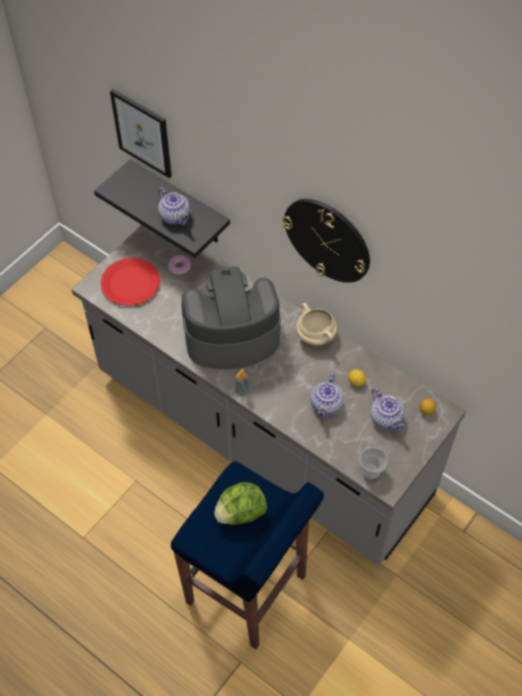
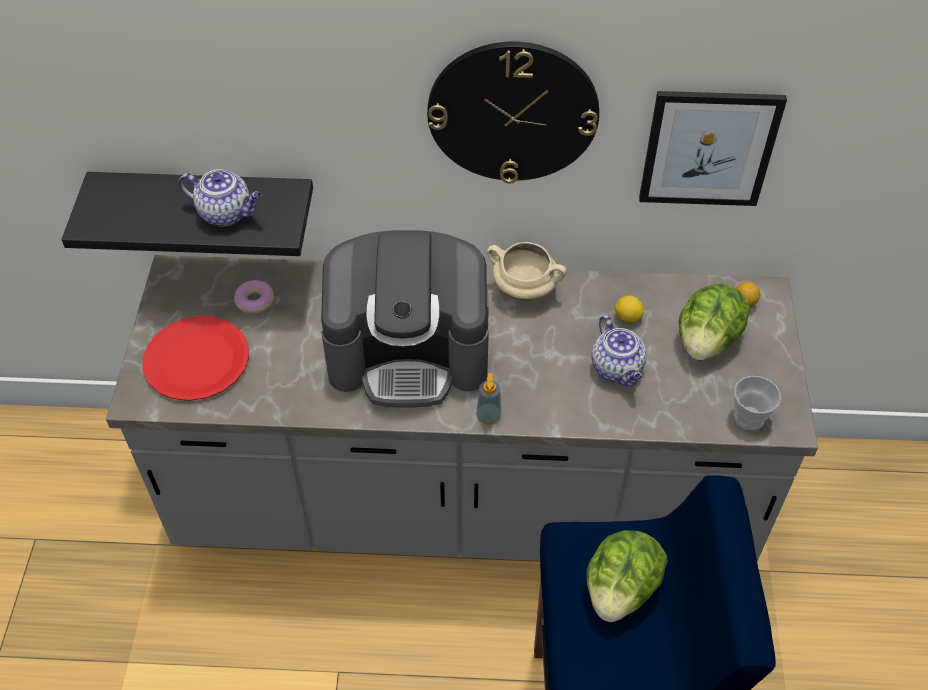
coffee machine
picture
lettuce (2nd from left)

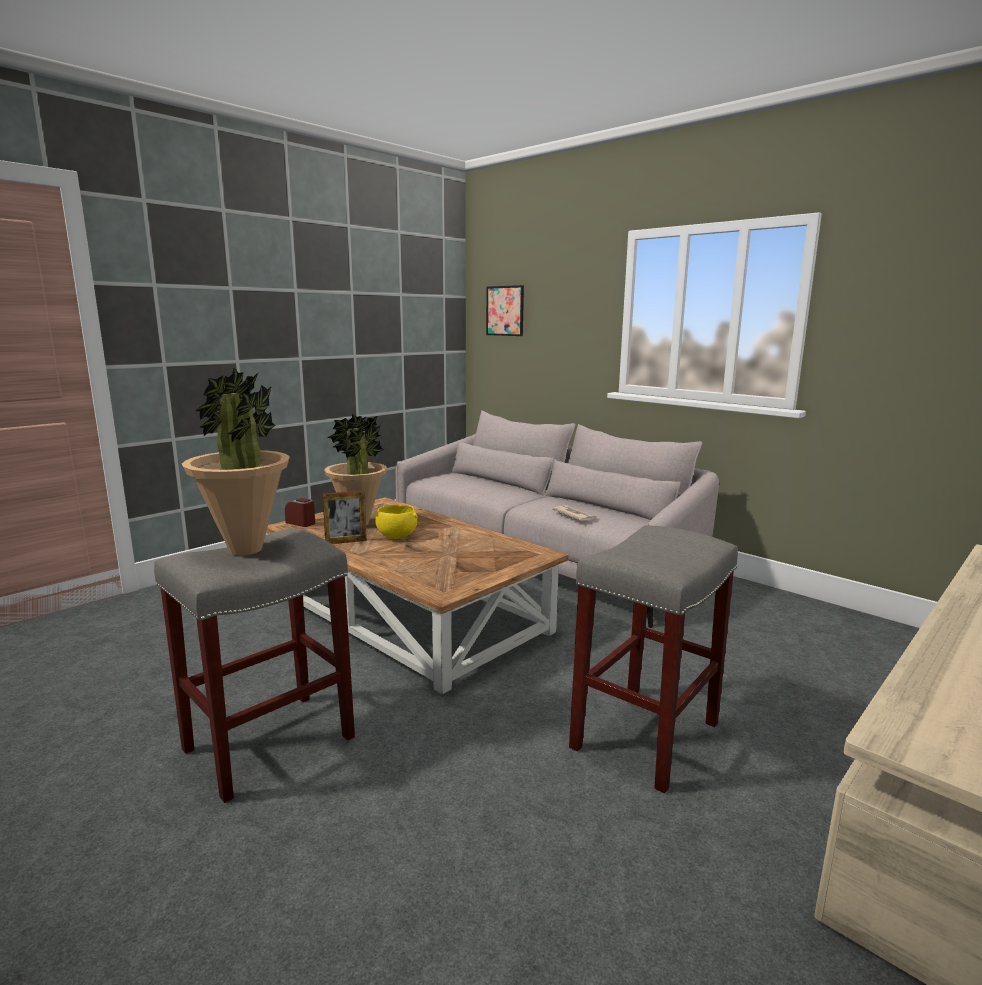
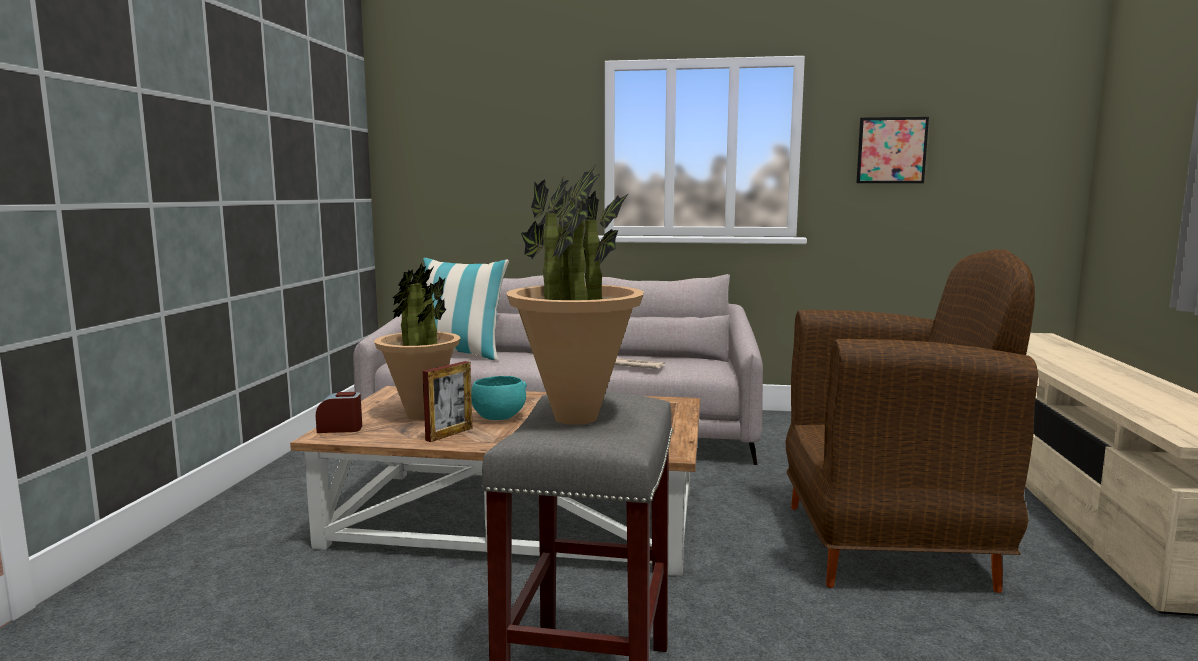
pillow
turquoise bowl
brown armchair
picture

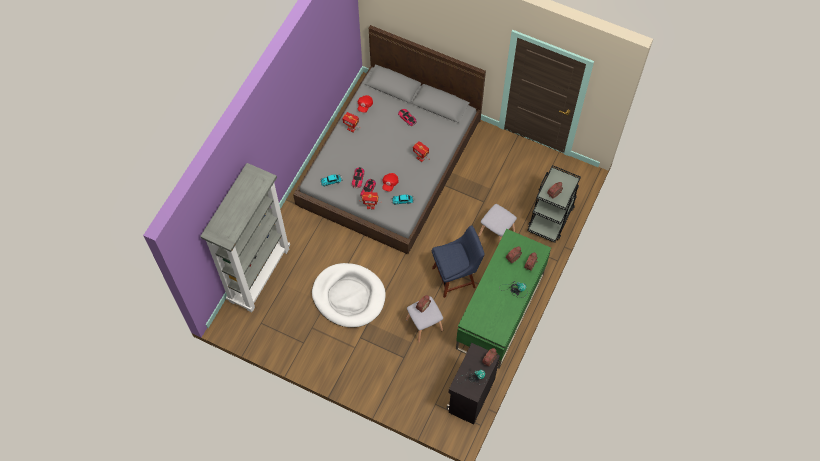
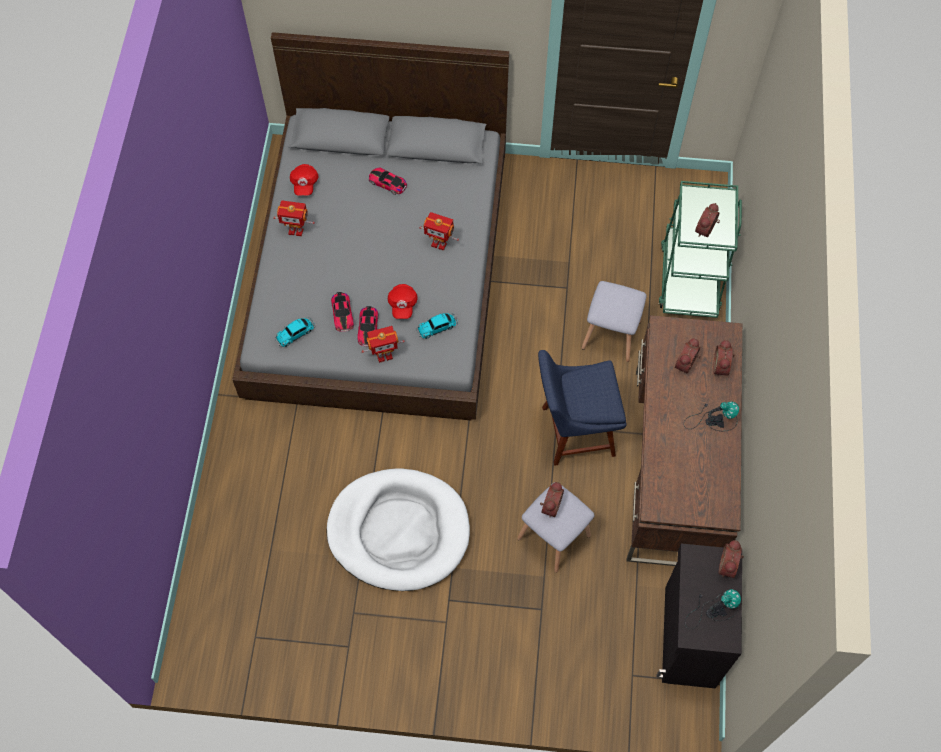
blue chair
brown desk
green cart
grey bookcase

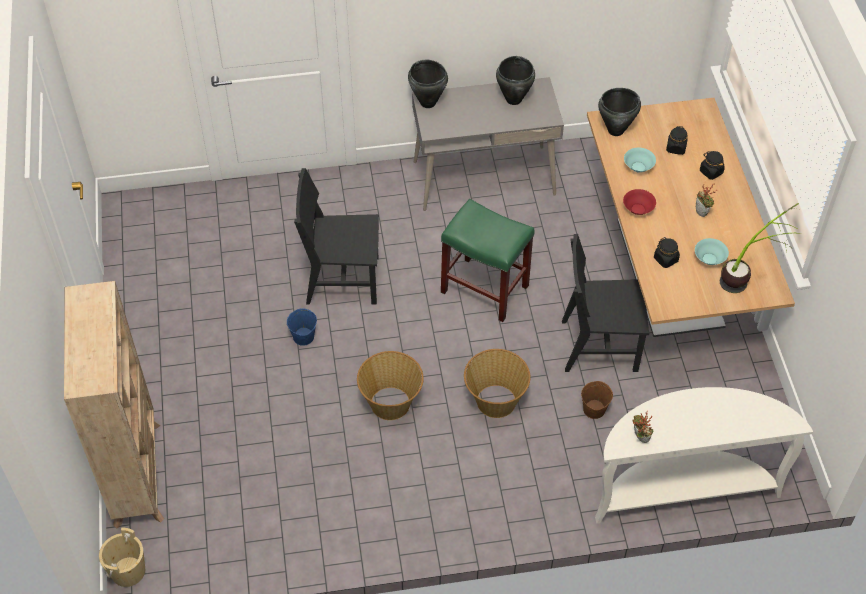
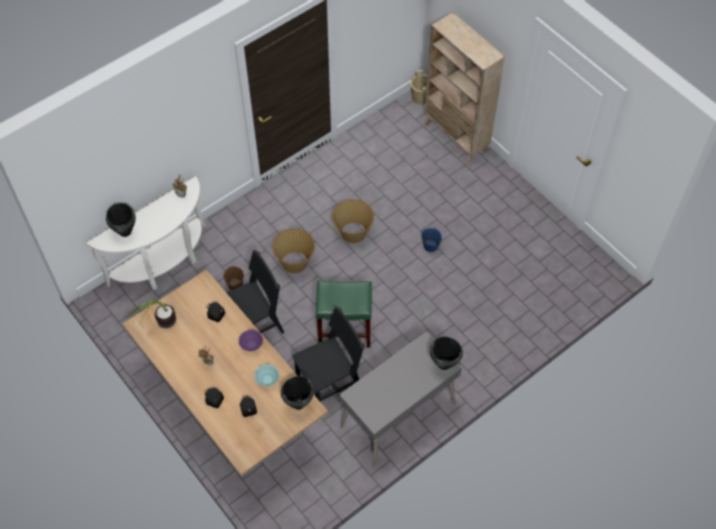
black cooking pot (1st from left)
purple bowl
black chair (2nd from left)
turquoise bowl (2nd from left in the first image)

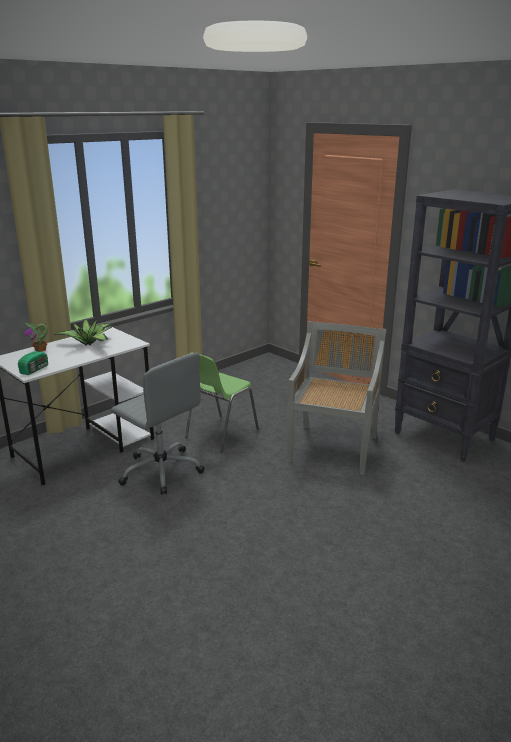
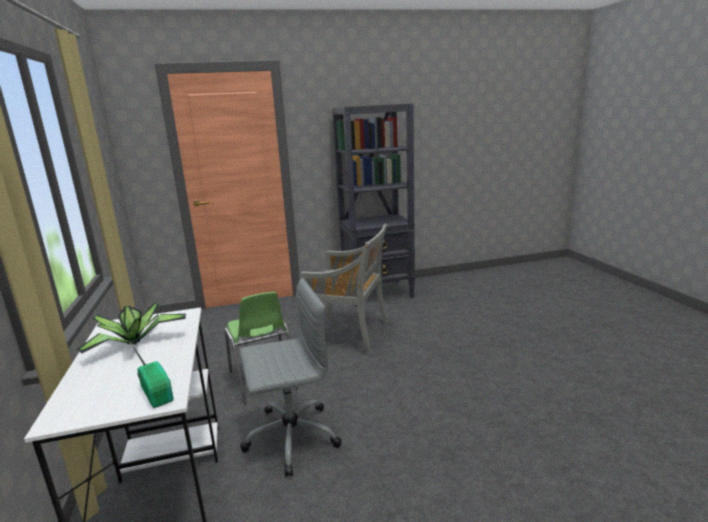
grey chair
potted plant (1st from left in the first image)

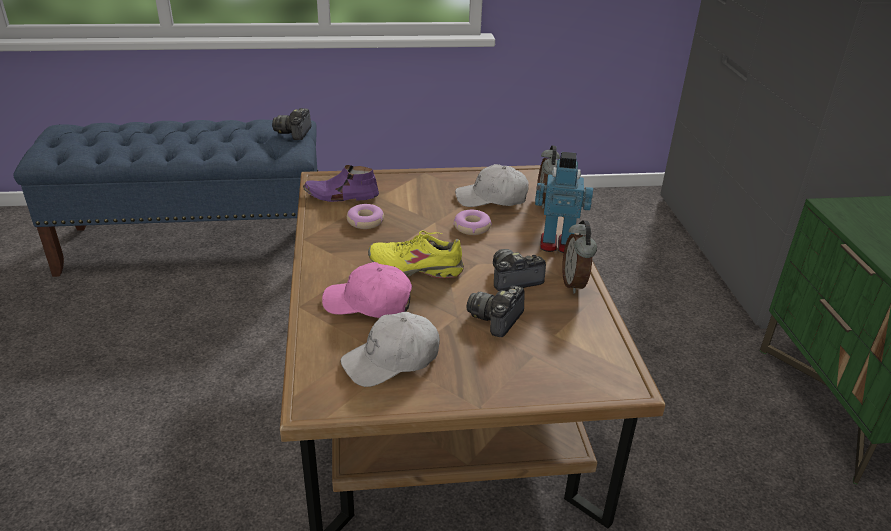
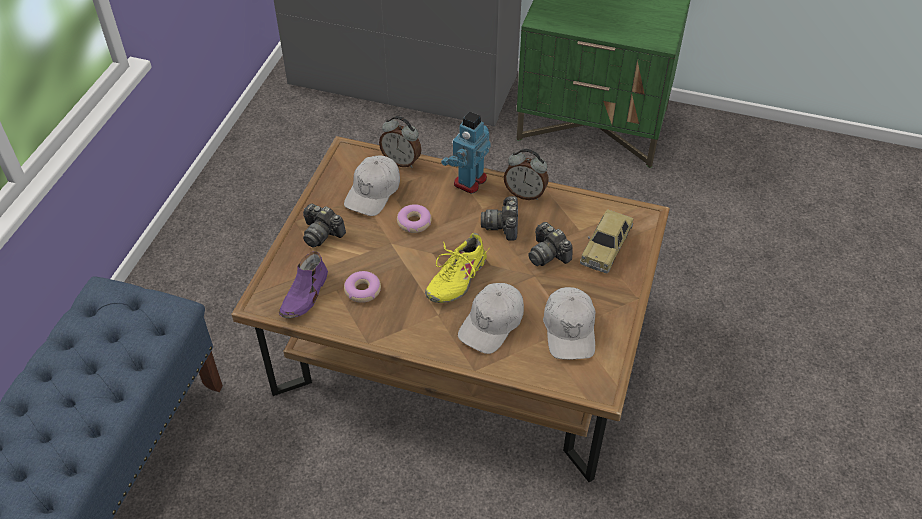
photo camera (1st from left)
white cap (2nd from left)
toy car

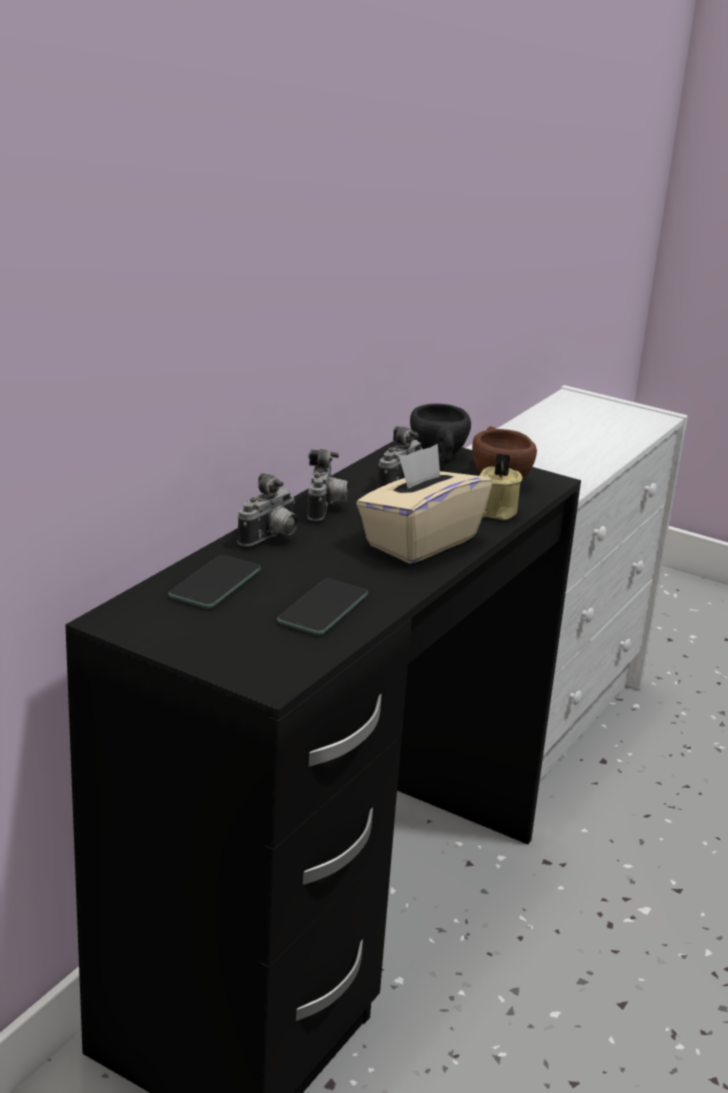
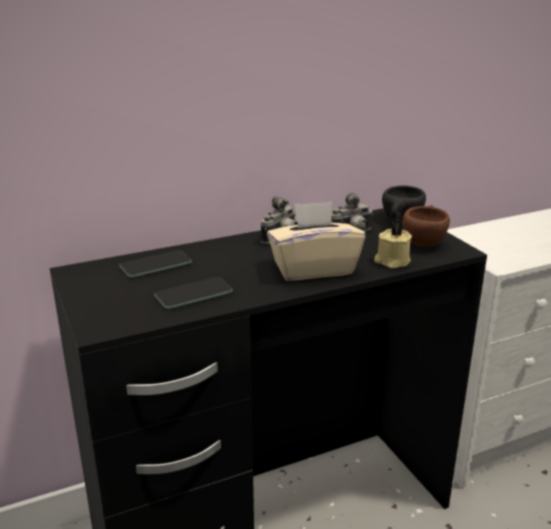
photo camera (1st from left in the first image)

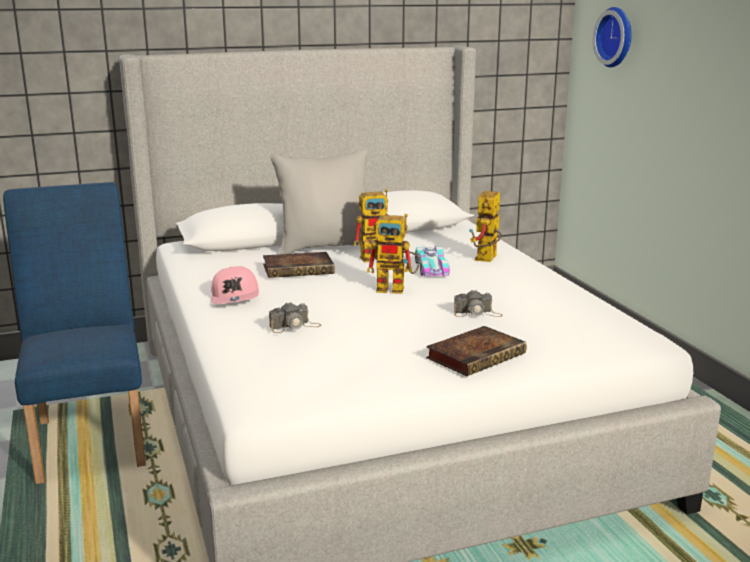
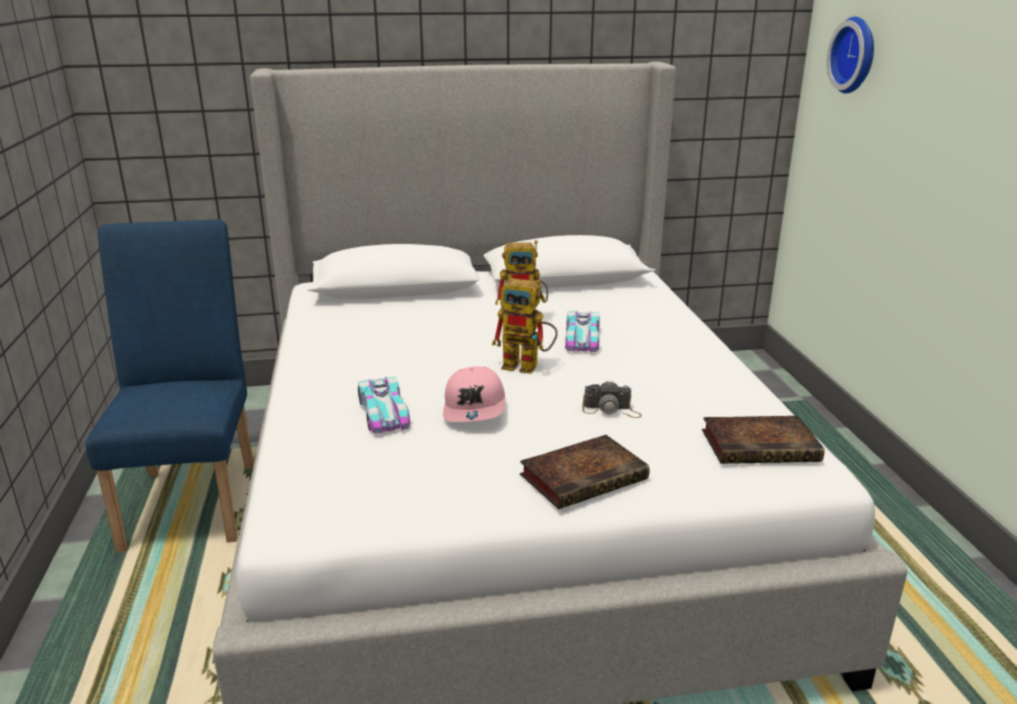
toy car (1st from left)
pink cap
book (2nd from left)
grey pillow
toy robot (3rd from left in the first image)

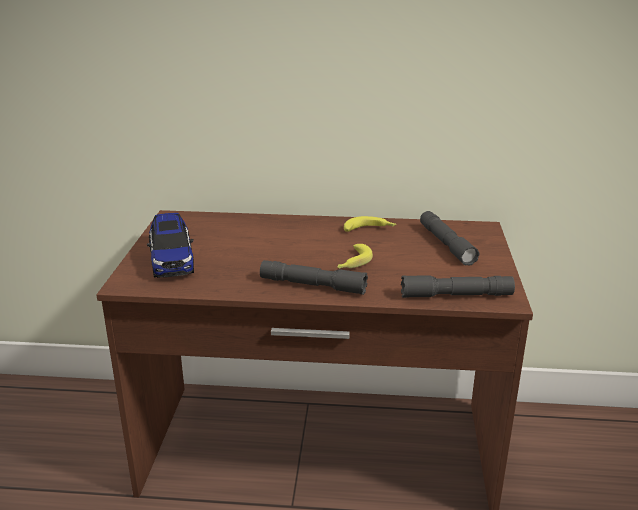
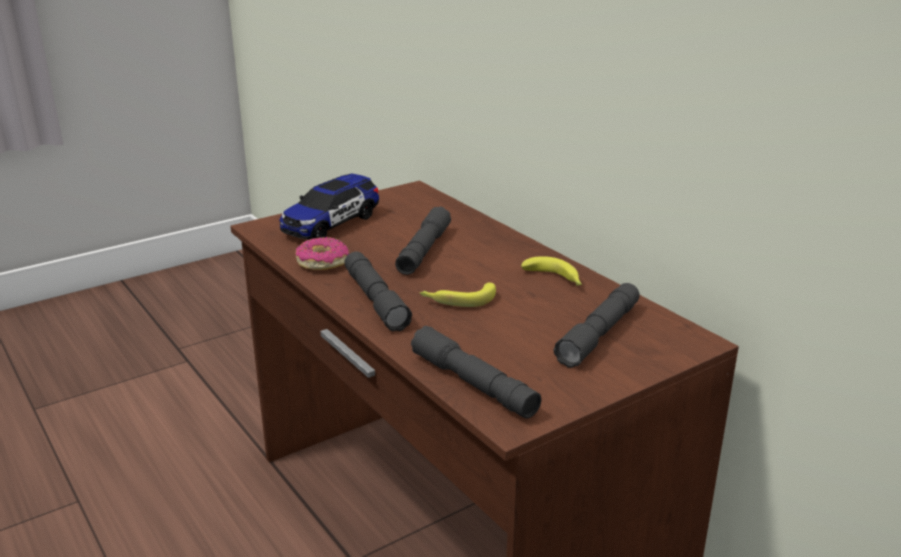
donut
grey flashlight (2nd from left)

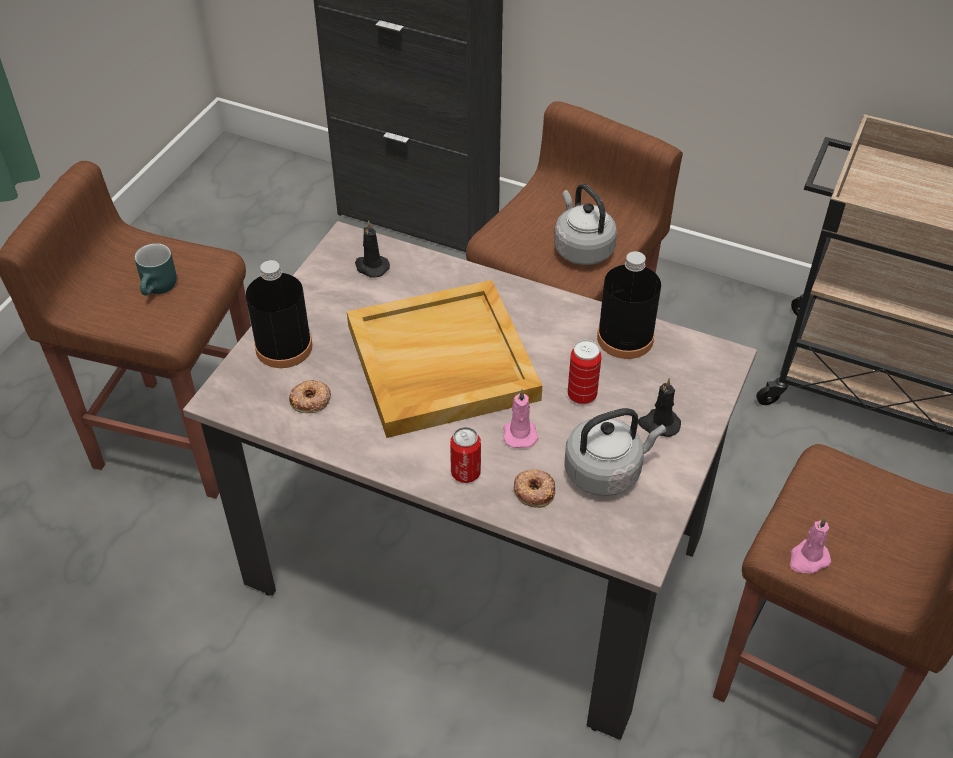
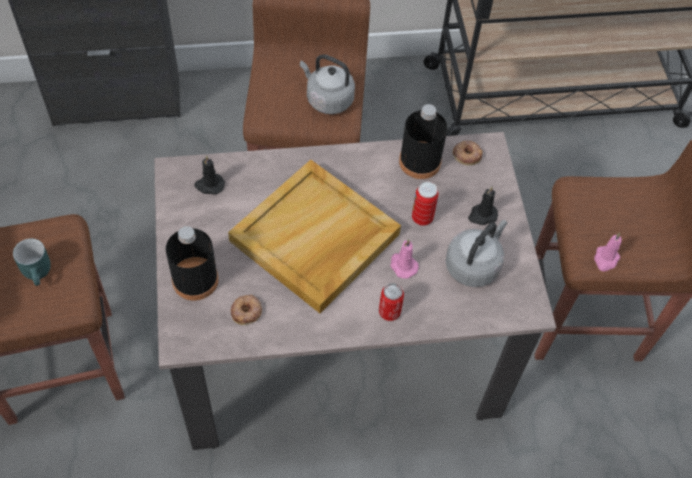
donut (2nd from left)

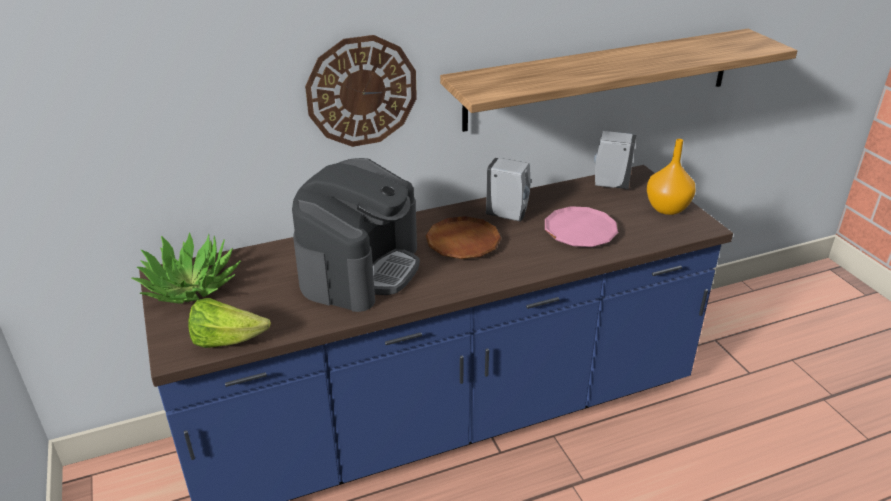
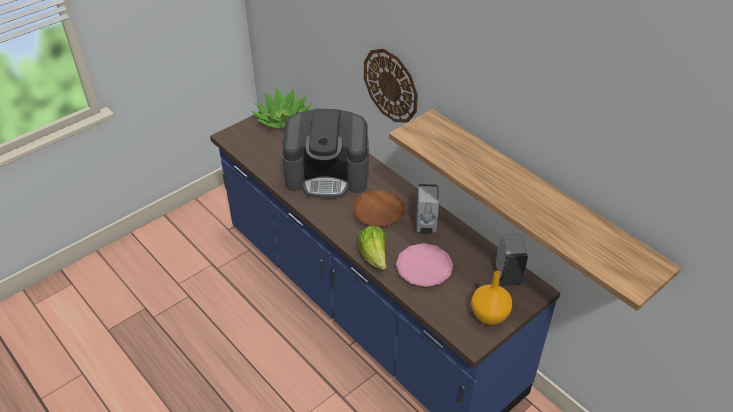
lettuce

